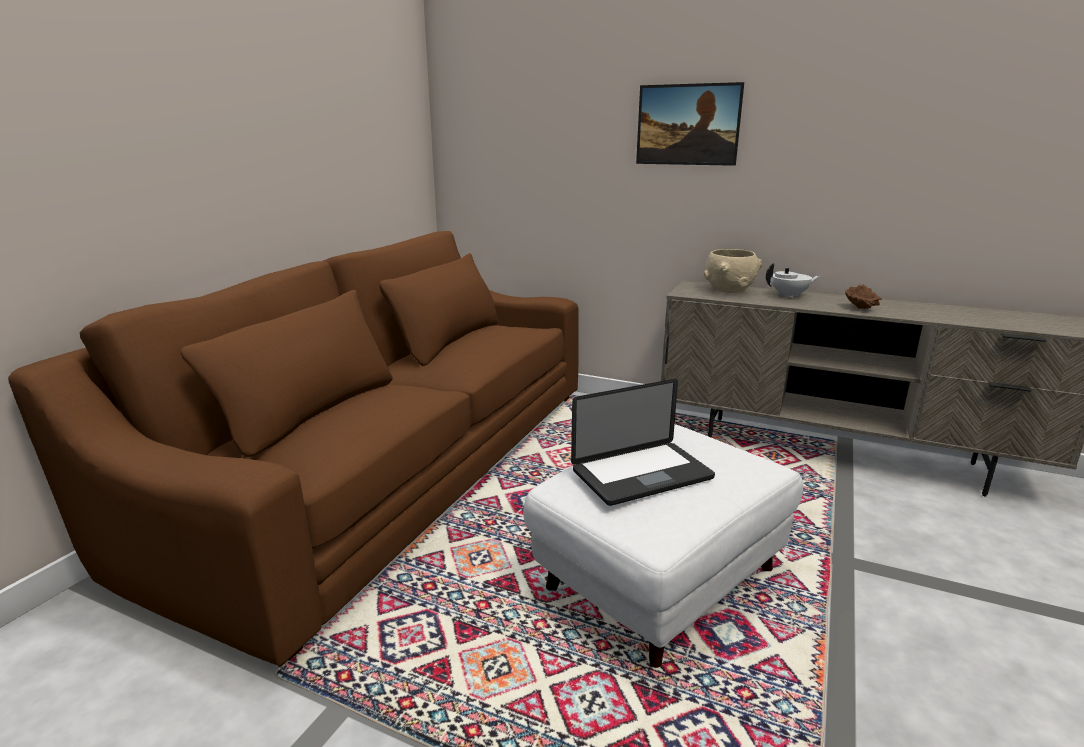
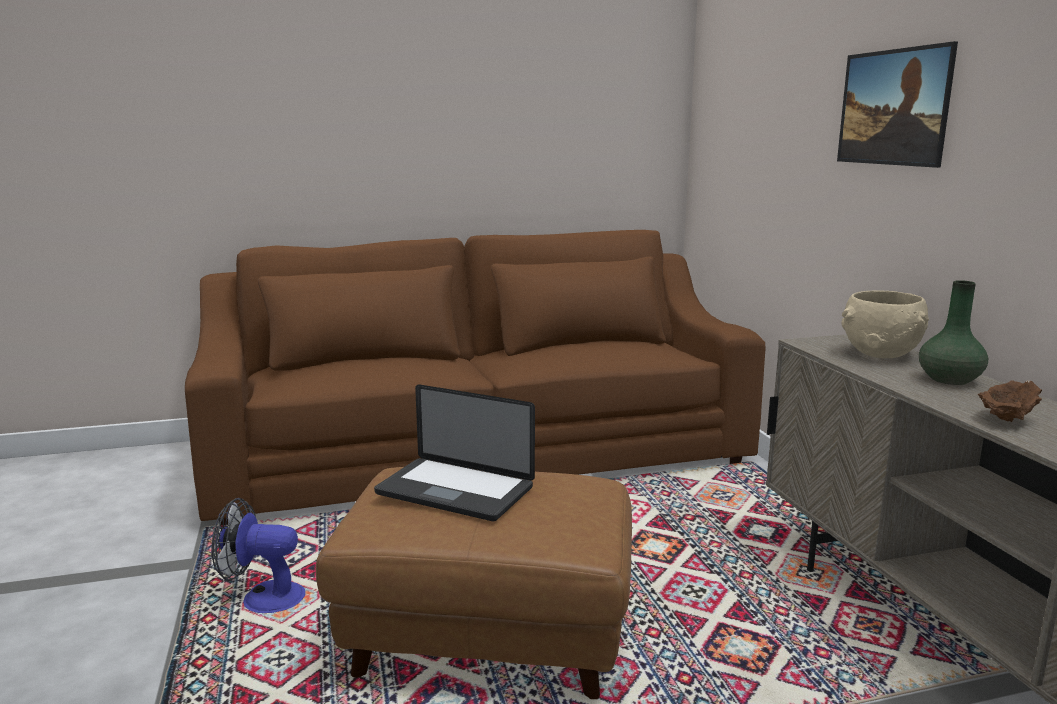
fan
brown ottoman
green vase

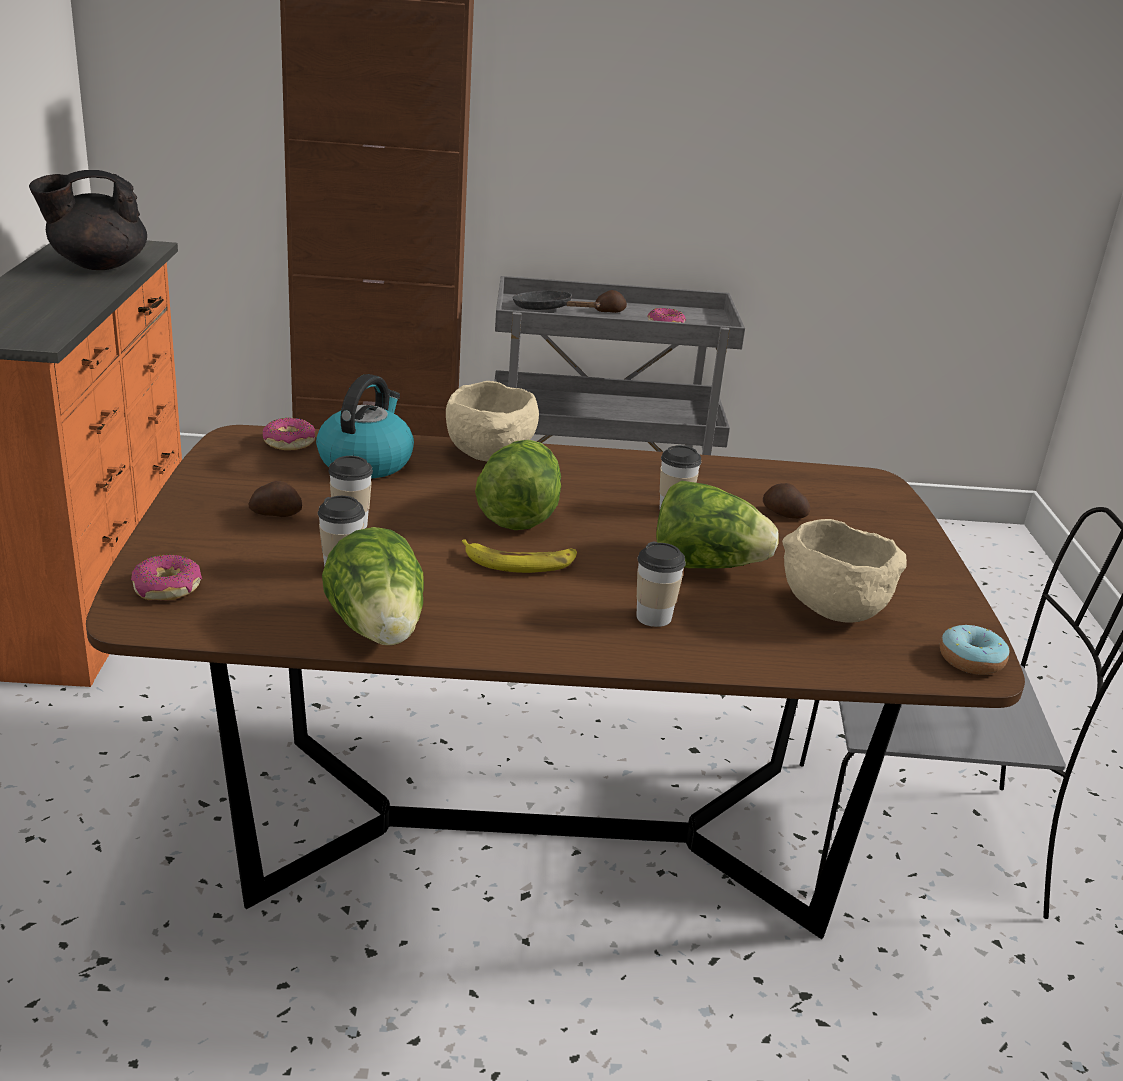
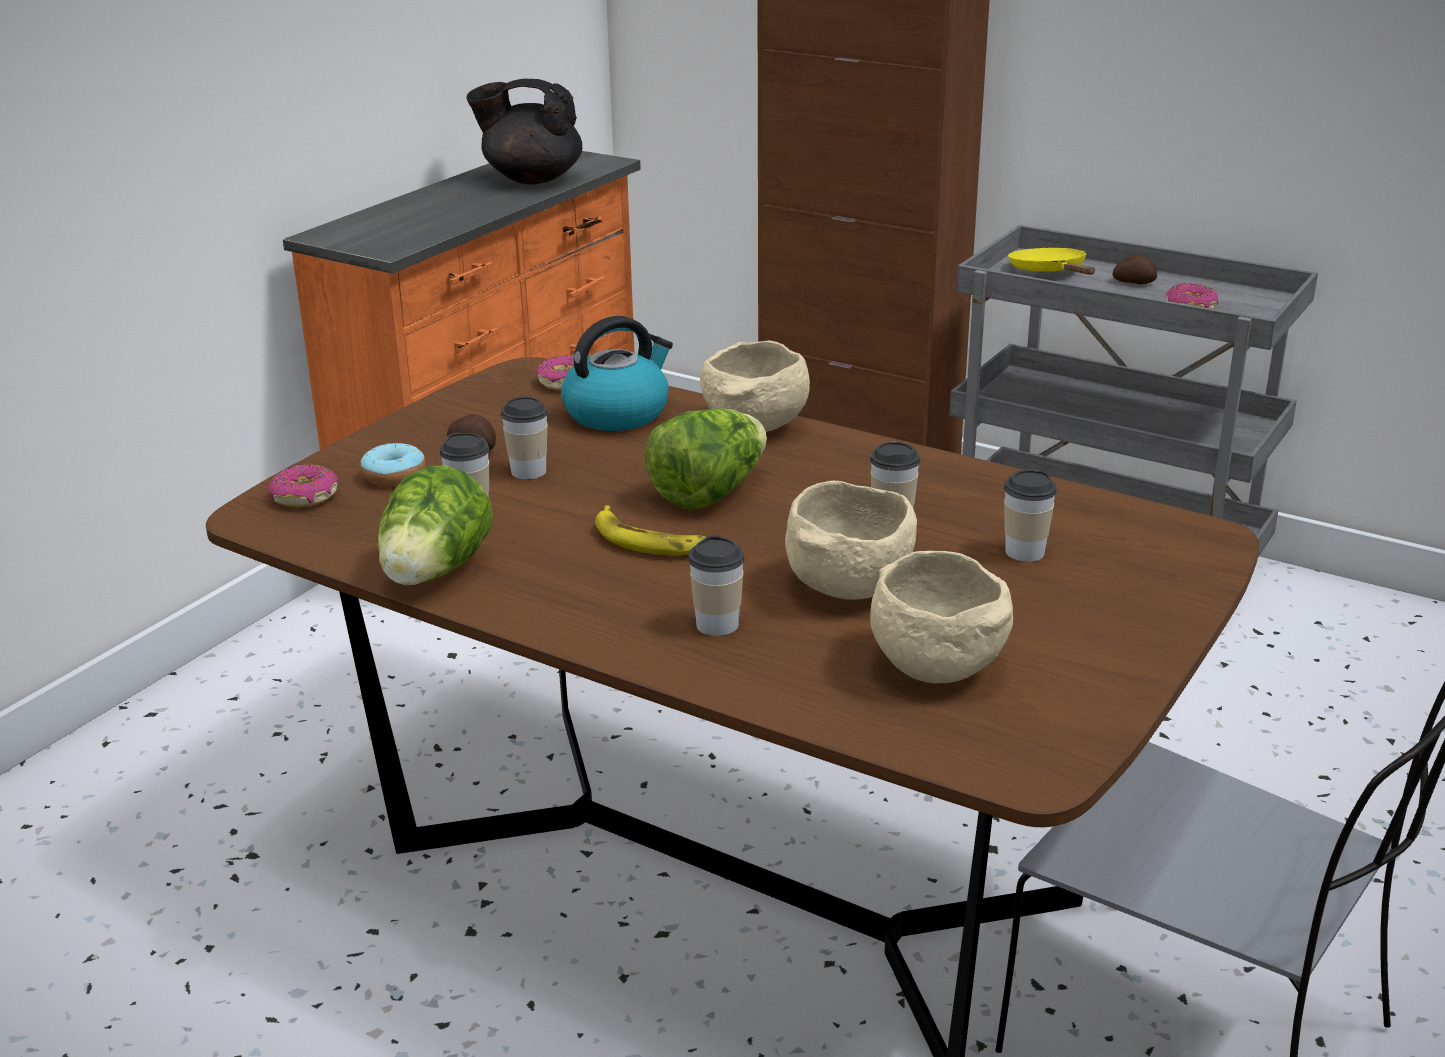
donut (2nd from left)
beige bowl (2nd from left)
cup (5th from left)
yellow frying pan

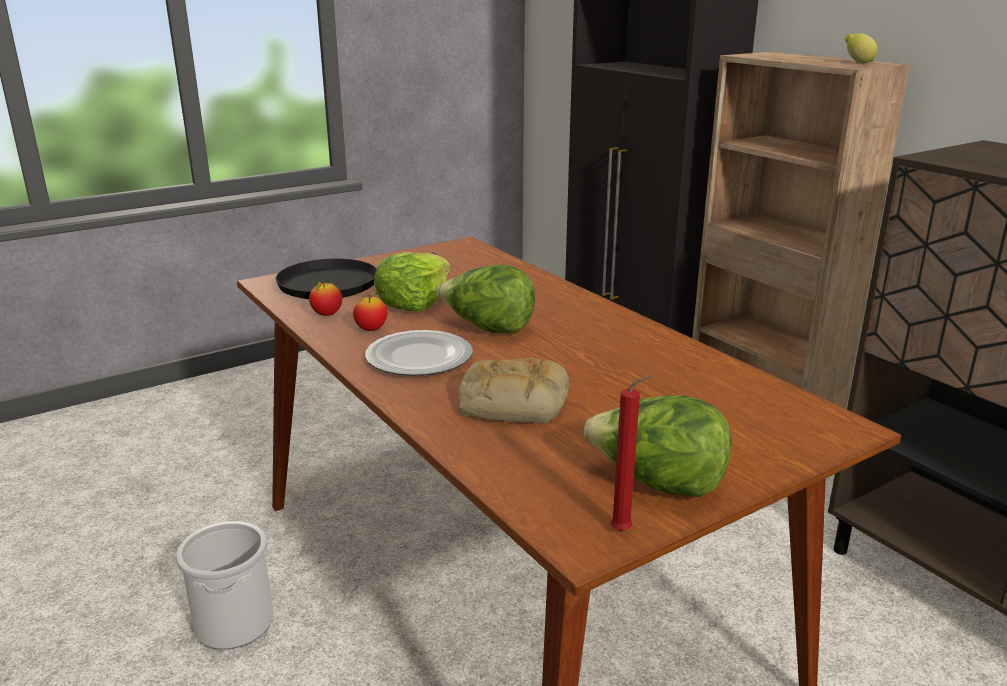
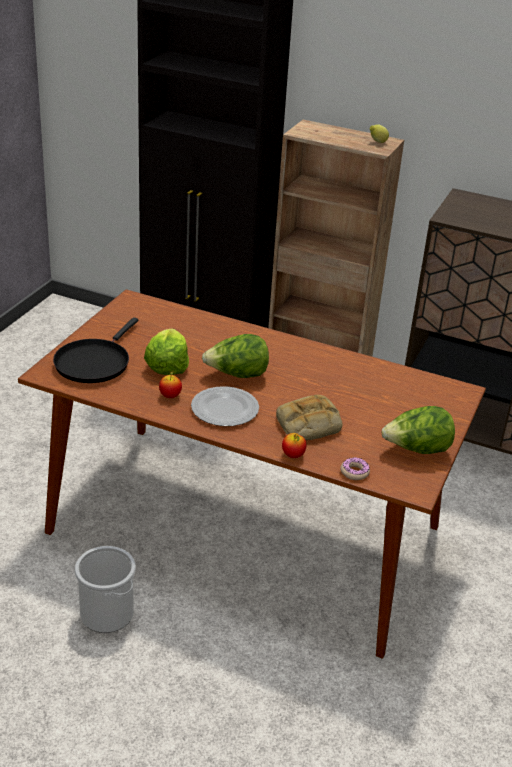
apple (2nd from left)
donut
red candle

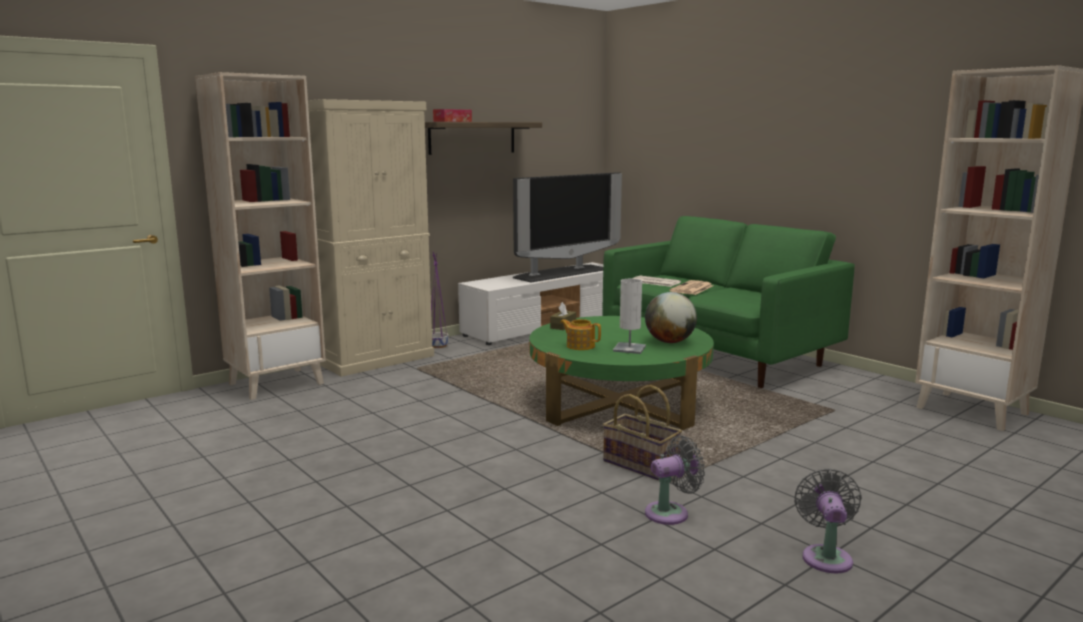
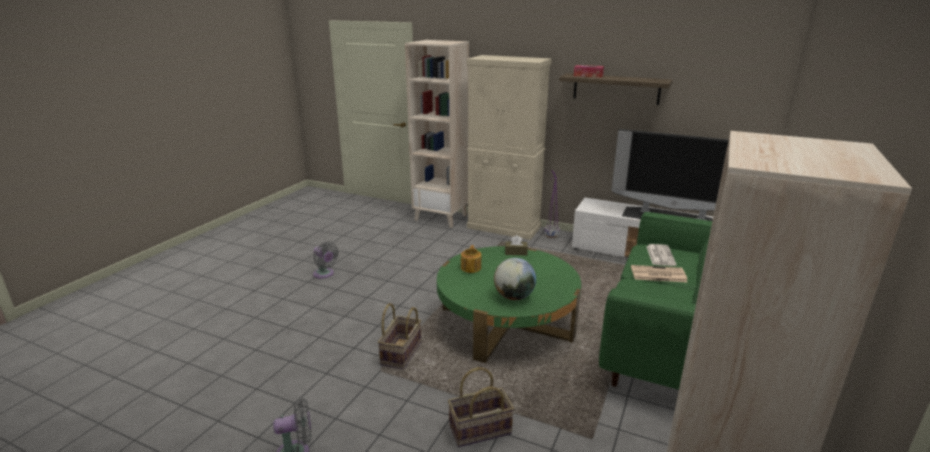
grey fan (2nd from left)
basket (2nd from left)
white table lamp

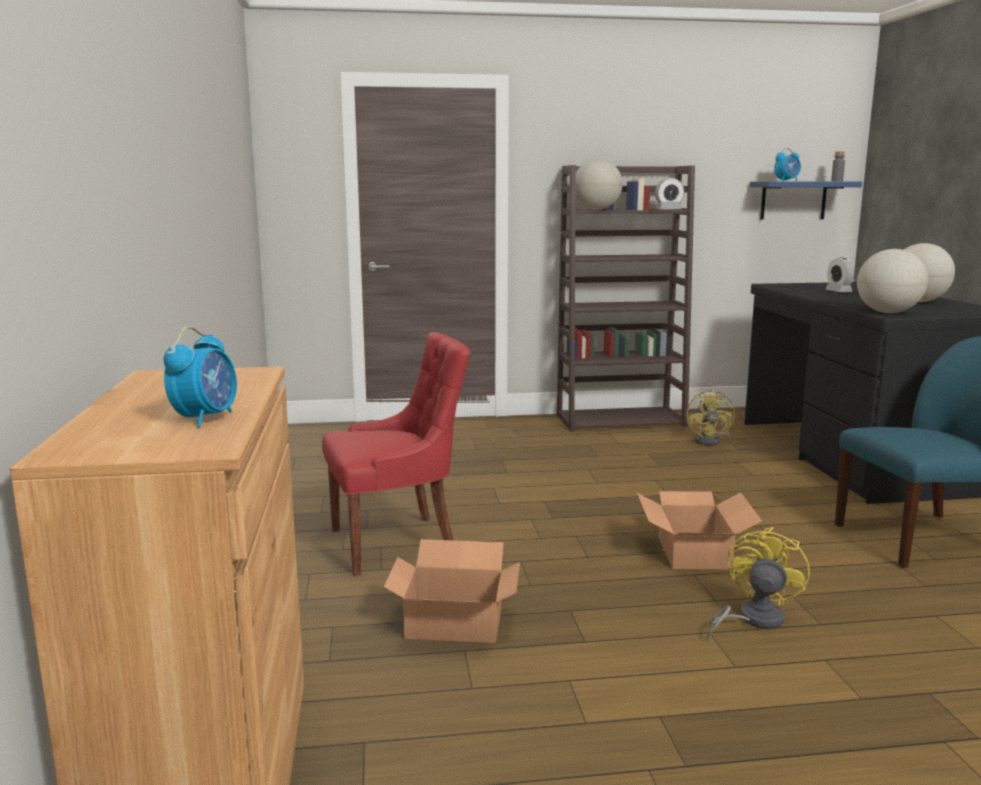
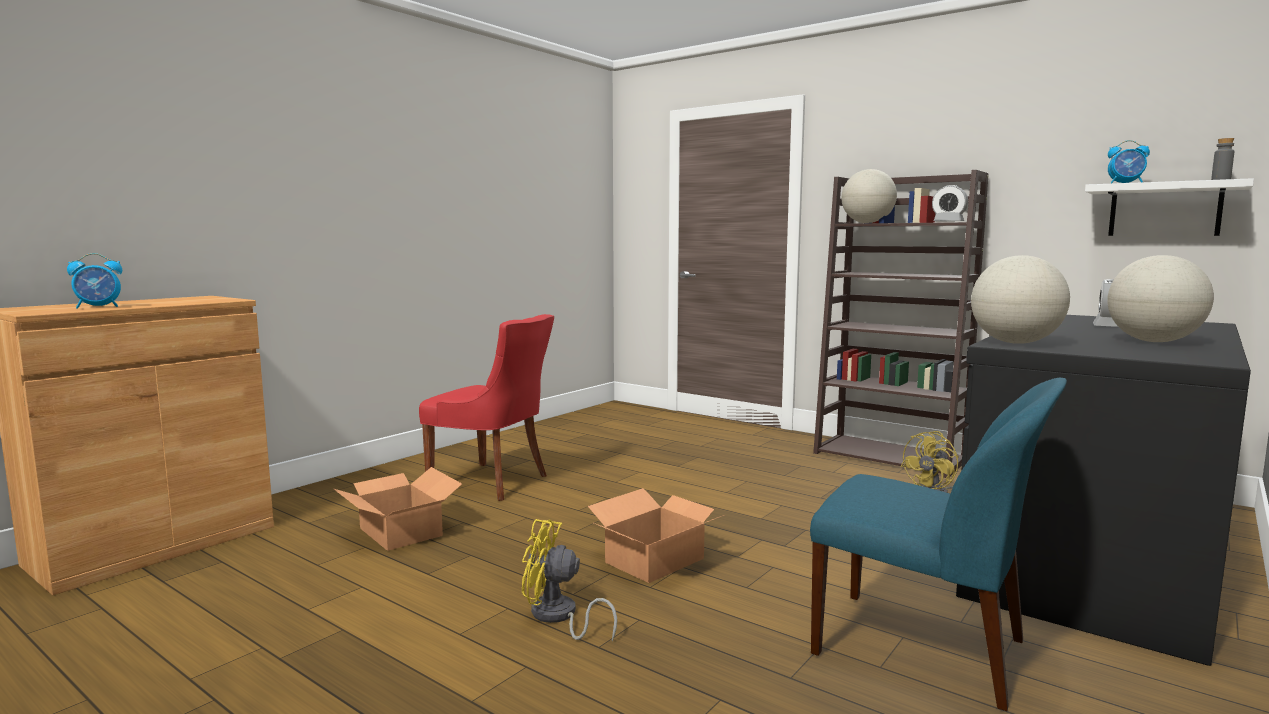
yellow fan (1st from left)
white shelf

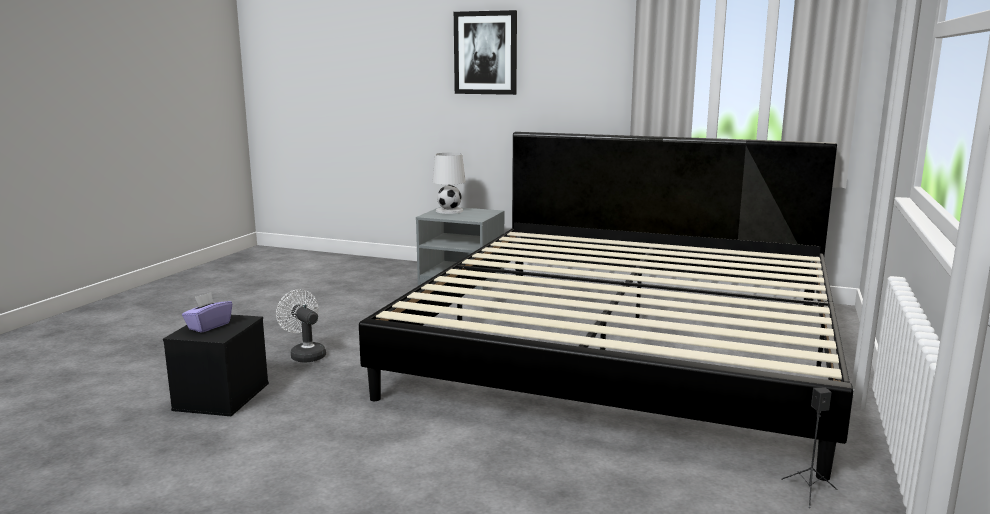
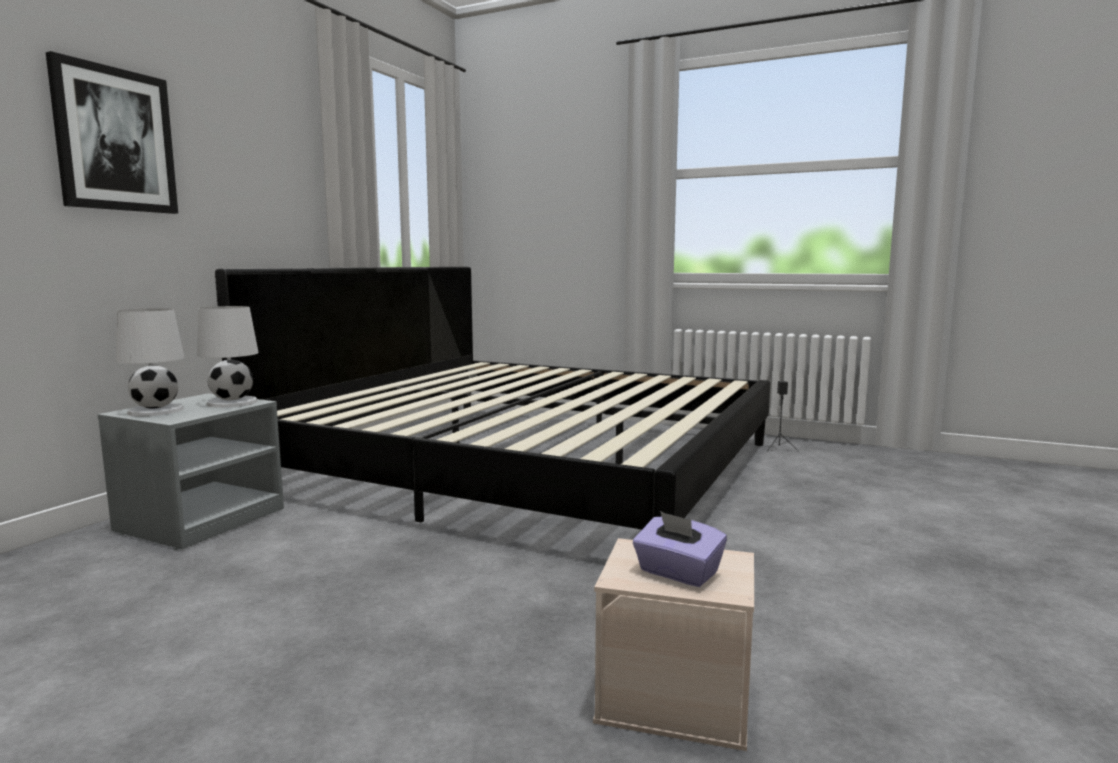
white table lamp (2nd from left)
beige storage box
white fan

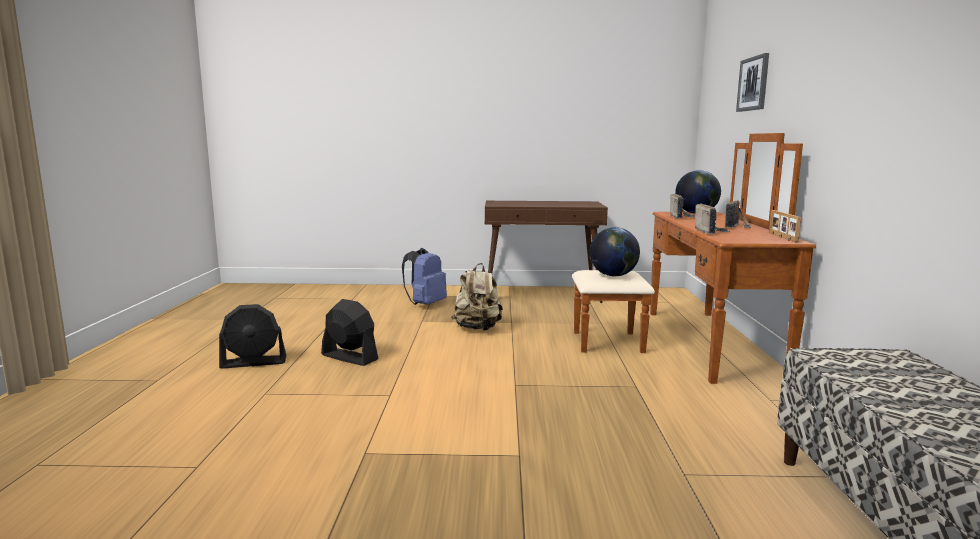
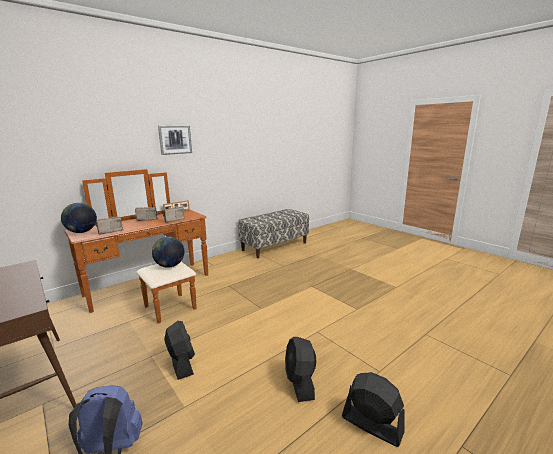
picture
black fan (1st from left)

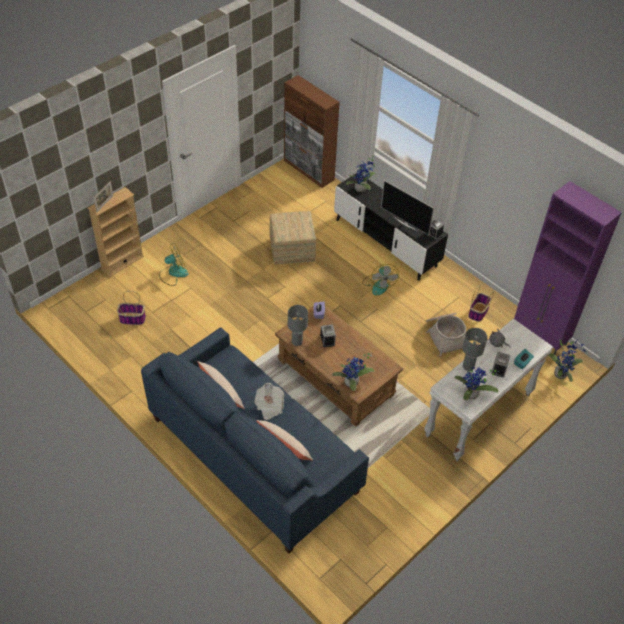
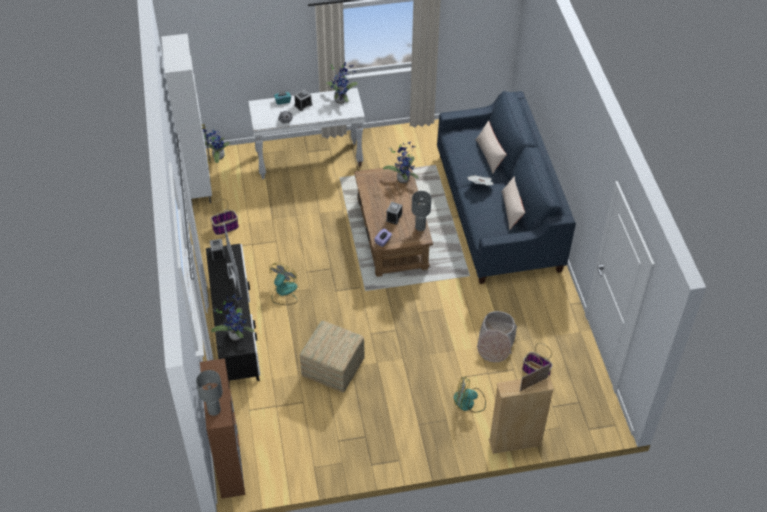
white cabinet
grey table lamp (1st from left)
basket (2nd from left)

